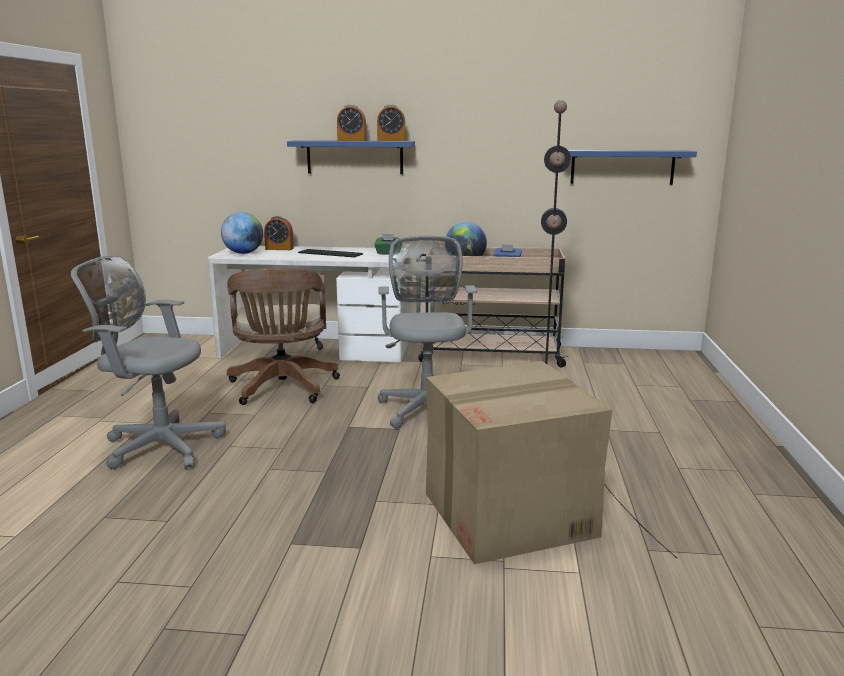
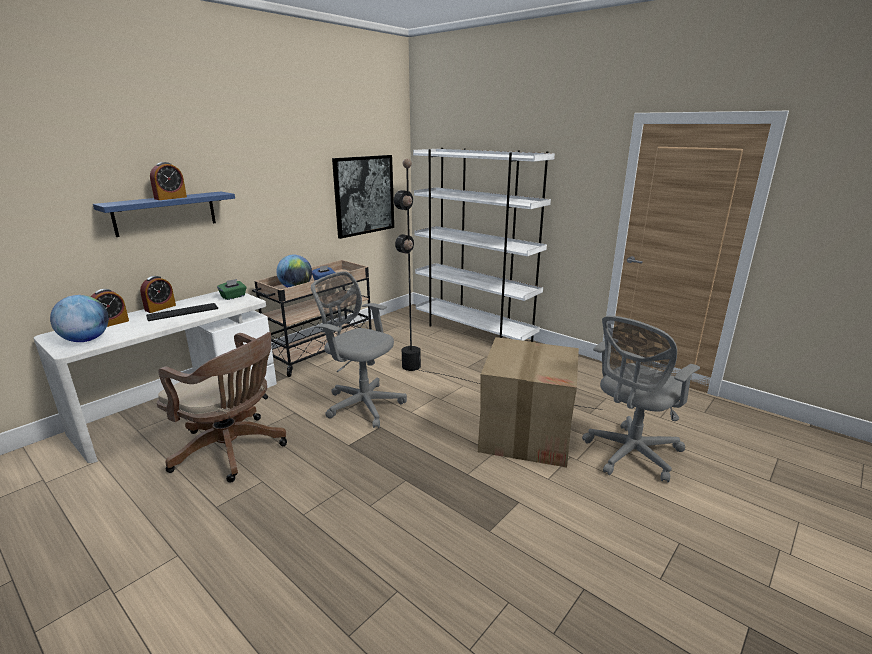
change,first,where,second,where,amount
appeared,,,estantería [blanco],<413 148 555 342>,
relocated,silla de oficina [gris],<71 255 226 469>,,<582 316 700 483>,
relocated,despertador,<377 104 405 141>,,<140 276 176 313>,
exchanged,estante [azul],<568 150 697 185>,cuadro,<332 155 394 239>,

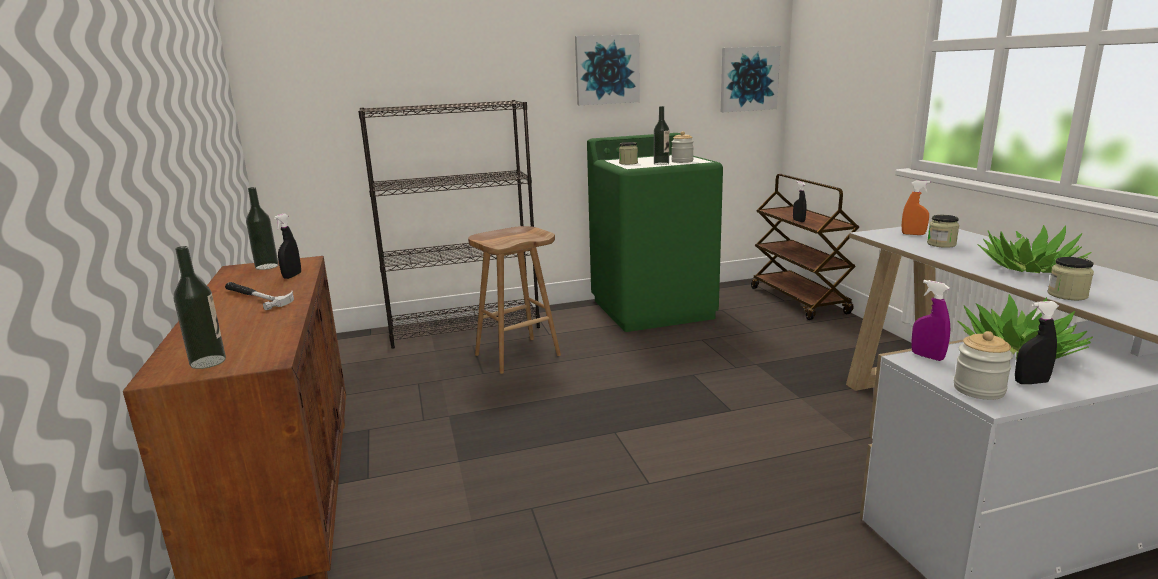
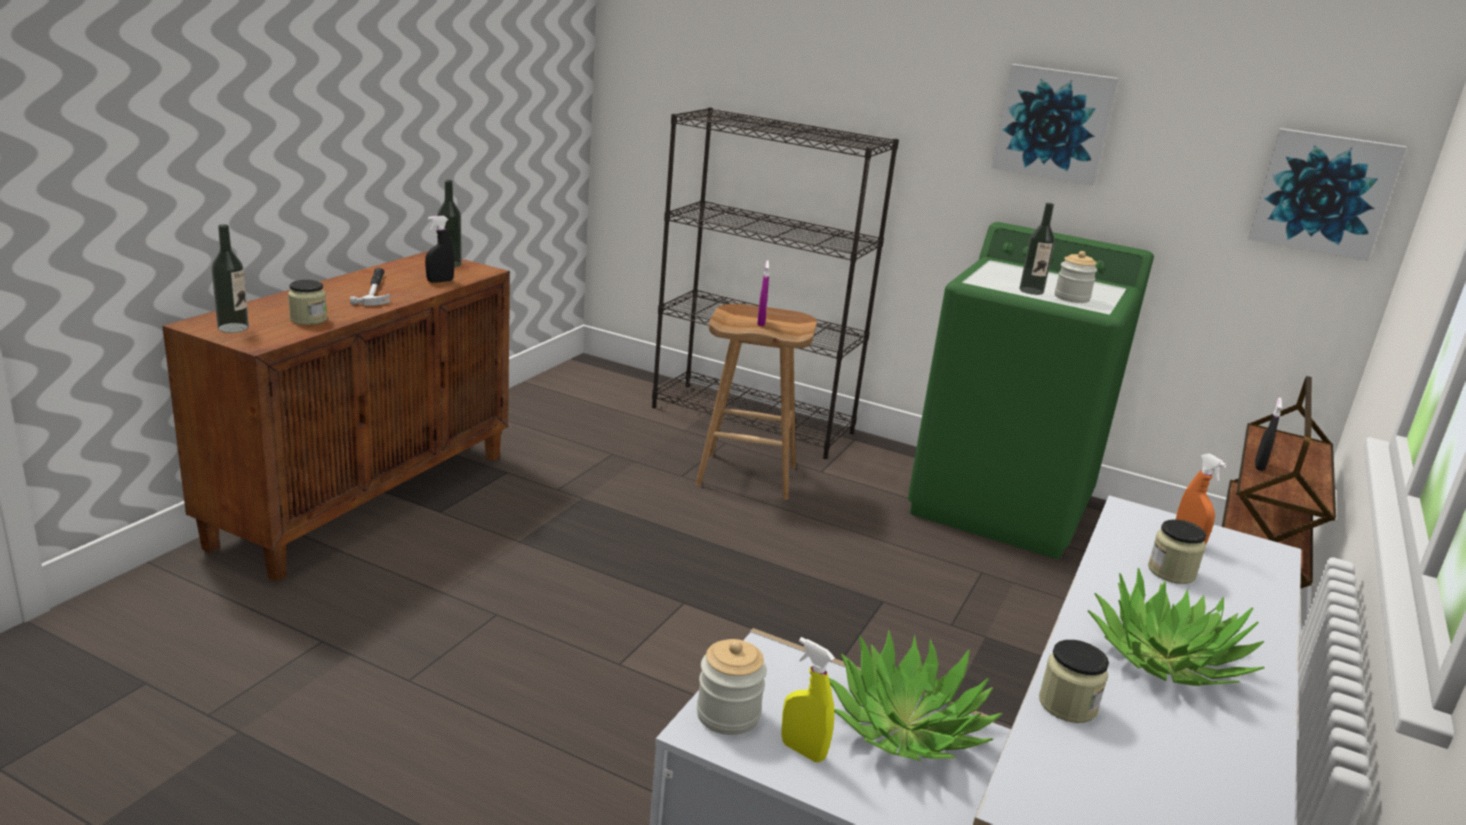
change,first,where,second,where,amount
relocated,tarro,<619 142 638 165>,,<288 280 327 325>,
relocated,pulverizador [morado],<911 280 950 361>,,<757 260 769 326>,
colour,pulverizador [negro],<1015 301 1059 384>,pulverizador [amarillo],<781 637 835 762>,

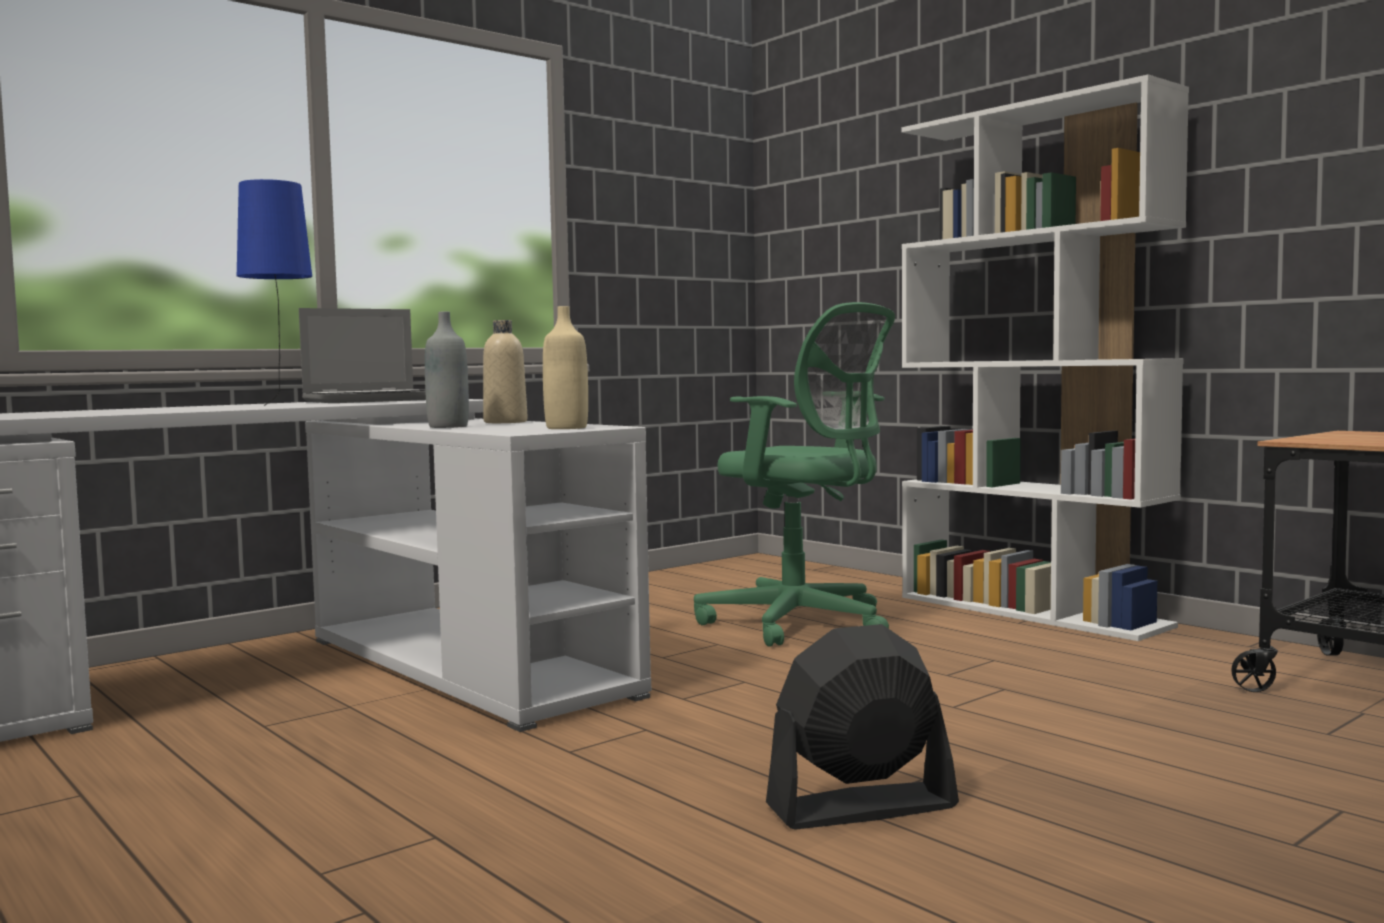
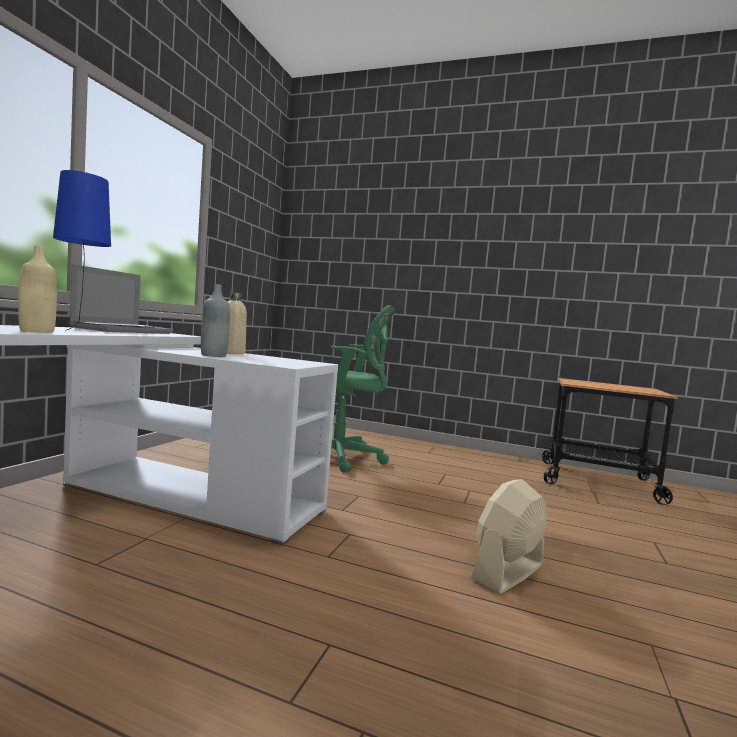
change,first,where,second,where,amount
missing,estantería [blanco],<902 75 1189 641>,,,
relocated,botella [beis],<543 306 588 429>,,<18 246 57 333>,
colour,ventilador [negro],<766 624 959 830>,ventilador [beis],<471 479 547 593>,

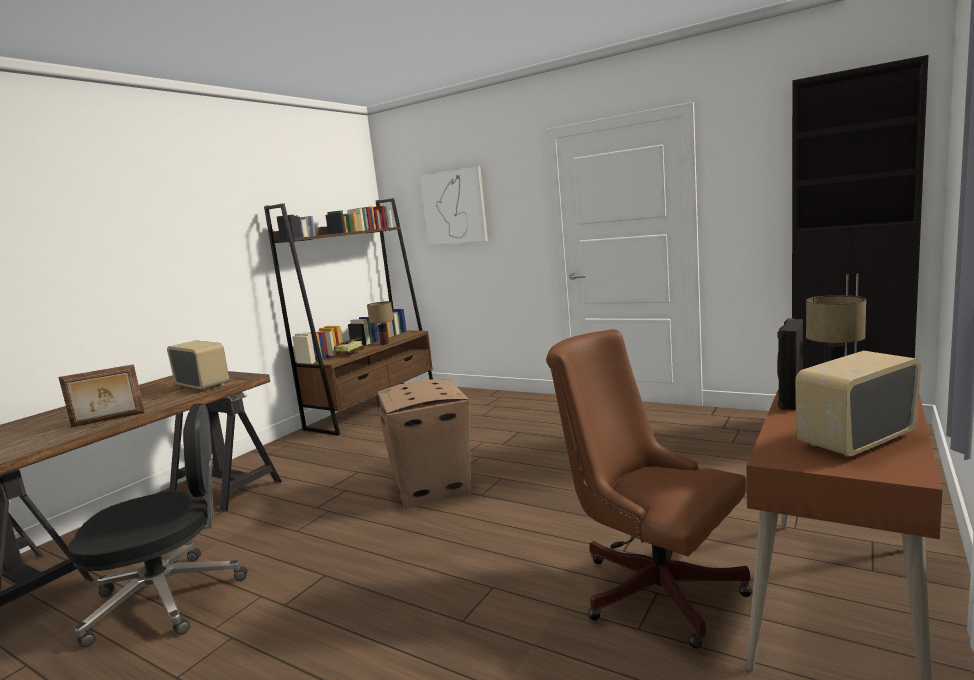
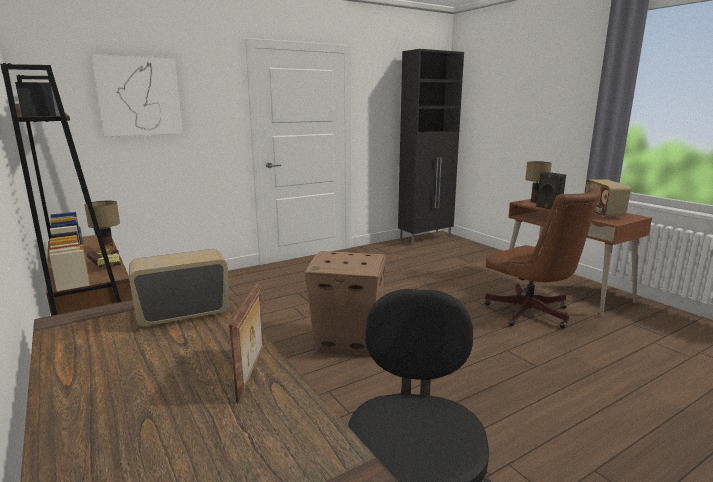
change,first,where,second,where,amount
spun,silla de oficina [marrón],<546 329 752 649>,,<484 187 601 328>,105 degrees counterclockwise

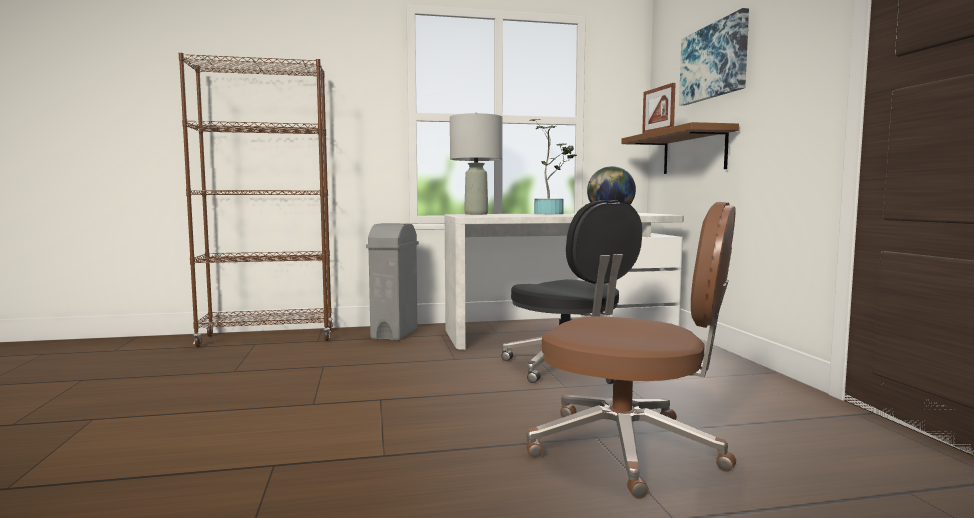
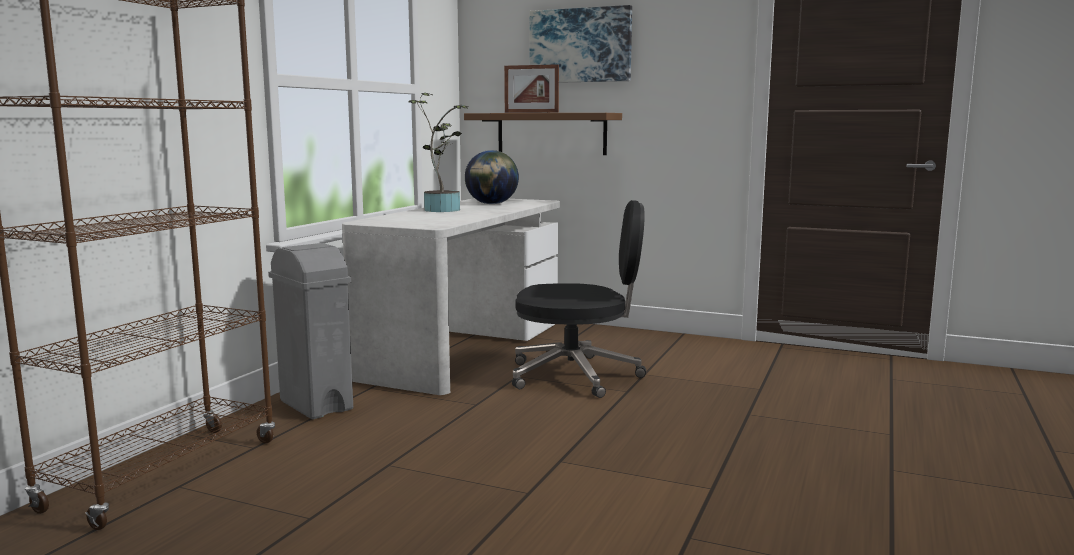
change,first,where,second,where,amount
missing,lámpara de mesa [gris],<450 113 503 215>,,,
missing,silla de oficina [marrón],<526 202 736 499>,,,

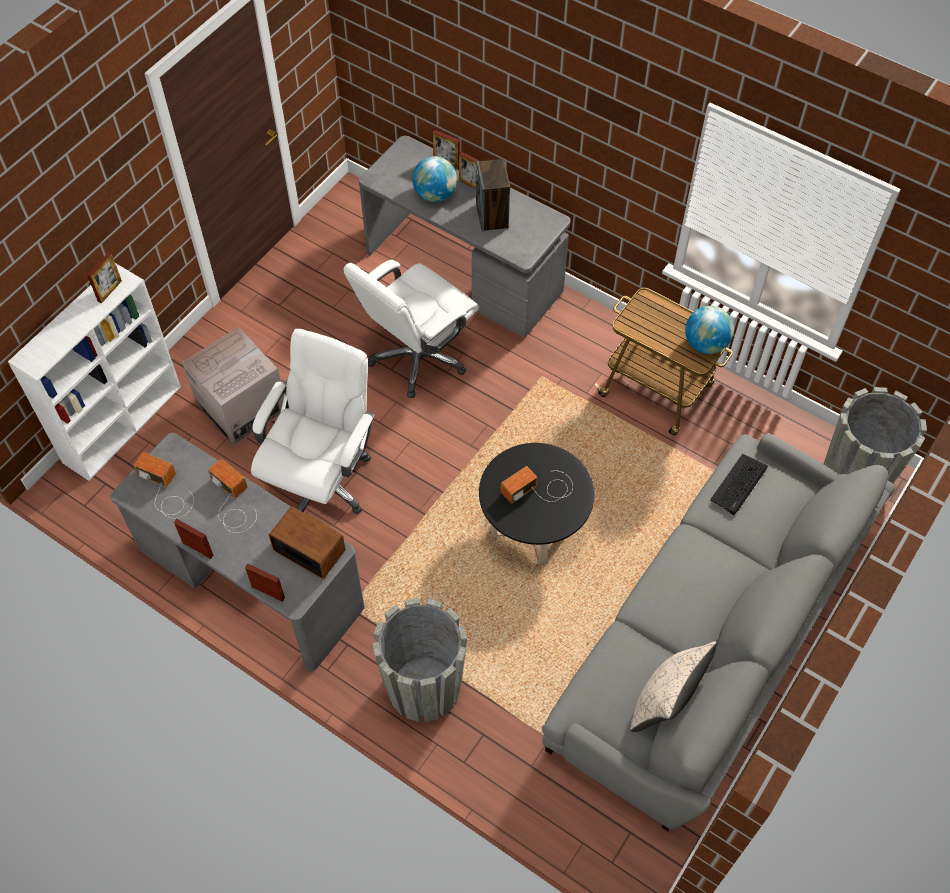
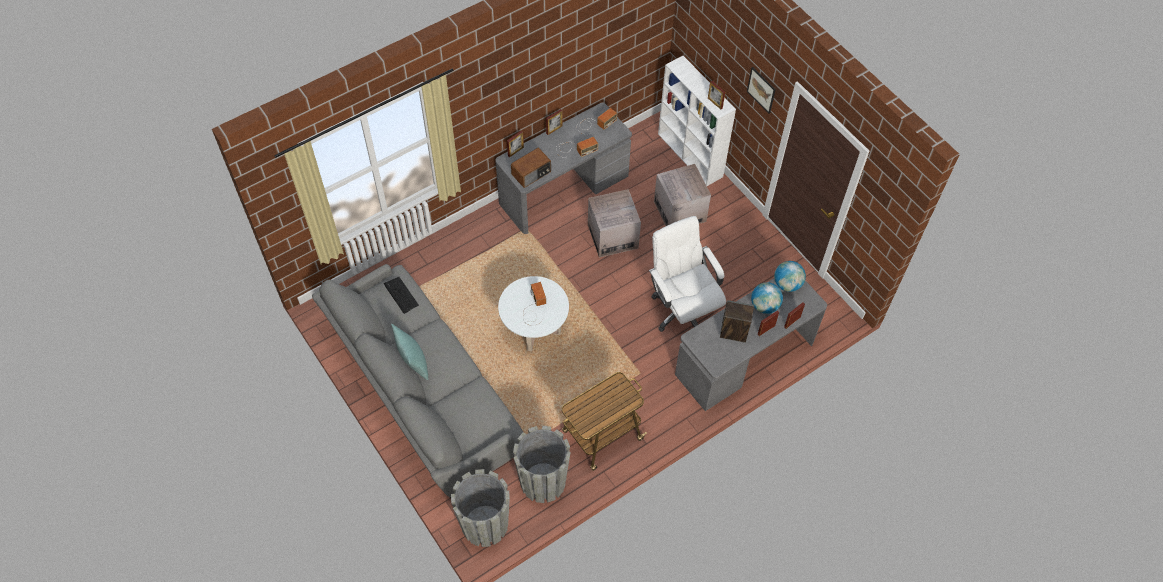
change,first,where,second,where,amount
missing,cojín [beis],<630 641 717 732>,,,
appeared,,,cojín [turquesa],<391 324 428 380>,
appeared,,,cuadro,<747 67 776 114>,
relocated,maceta [gris],<372 598 467 722>,,<513 426 571 503>,
relocated,globo terráqueo,<685 306 734 354>,,<774 261 806 292>,
relocated,teclado,<710 454 768 515>,,<384 277 419 314>,
exchanged,silla de oficina [blanco],<251 329 375 514>,caja de cartón,<588 189 641 257>,
colour,mesa de centro [negro],<479 443 595 565>,mesa de centro [blanco],<498 276 569 352>,

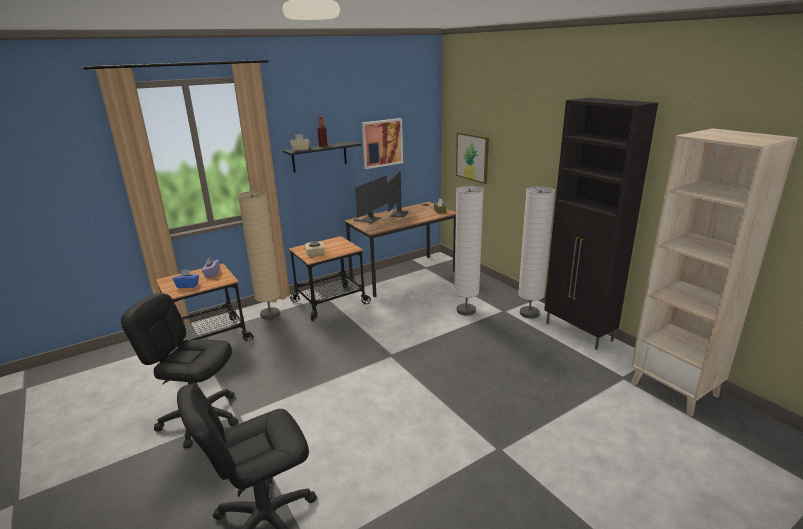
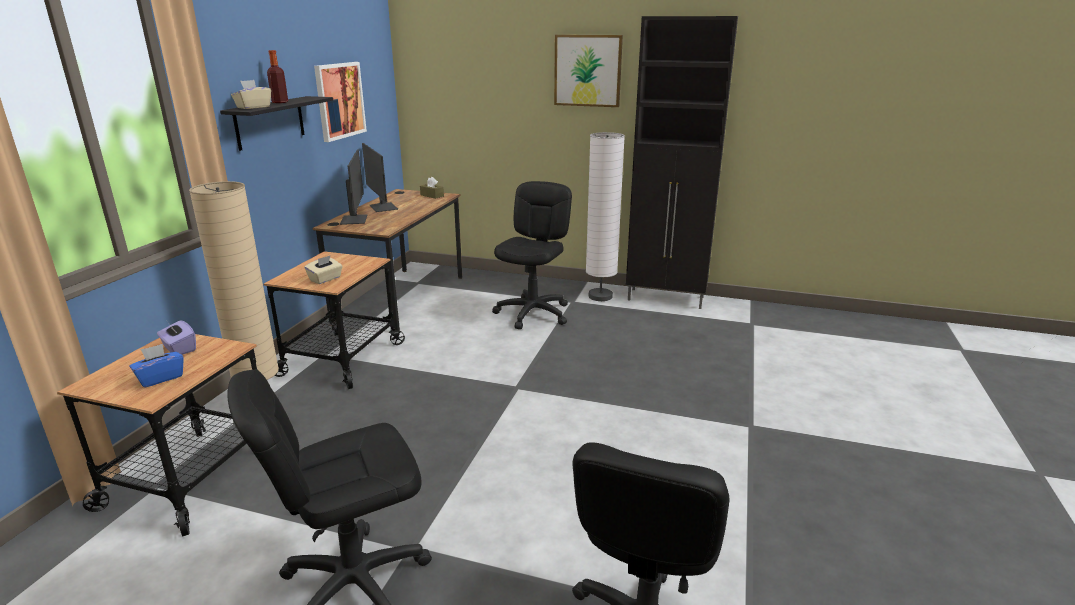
change,first,where,second,where,amount
missing,estantería [beis],<631 128 798 417>,,,
relocated,cuadro,<456 132 489 184>,,<554 35 623 107>,
exchanged,lámpara de pie [blanco],<454 186 484 316>,silla de oficina [negro],<492 181 572 329>,

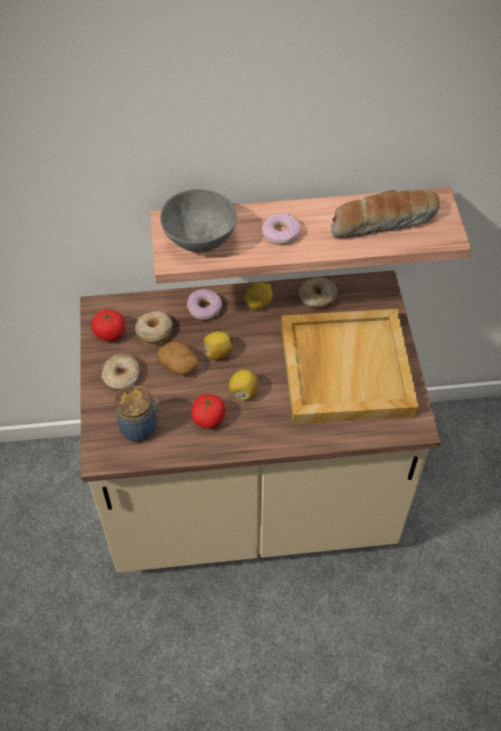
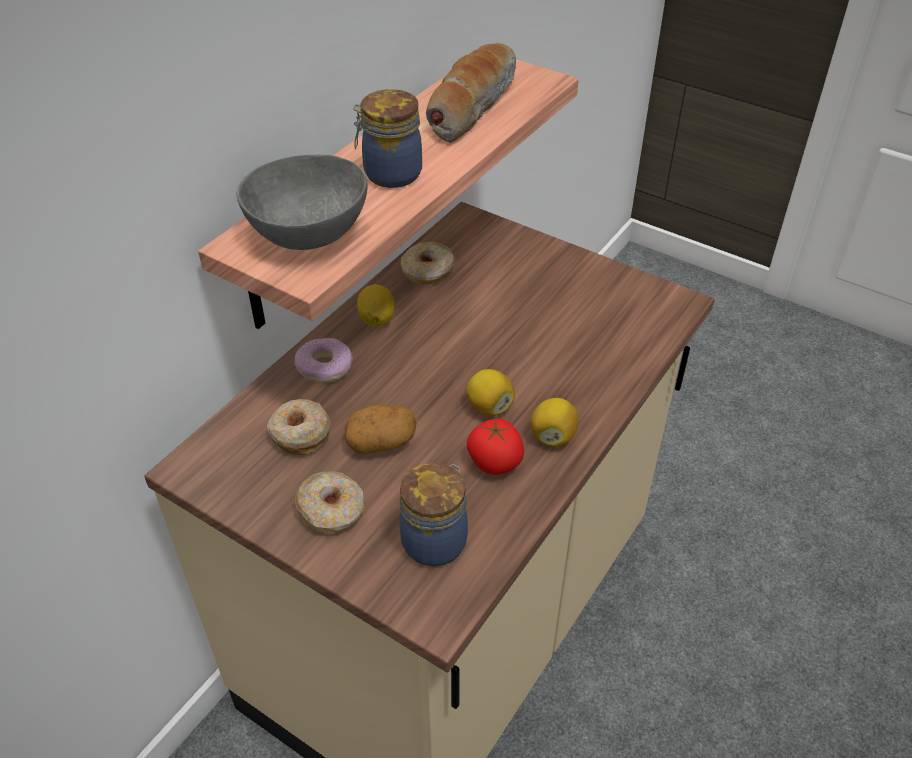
change,first,where,second,where,amount
missing,tomate,<91 309 125 341>,,,
missing,bandeja [beis],<281 309 419 424>,,,
relocated,limón,<204 332 233 359>,,<531 398 578 447>,
exchanged,rosquilla,<262 213 301 245>,tarro,<353 89 422 188>,

